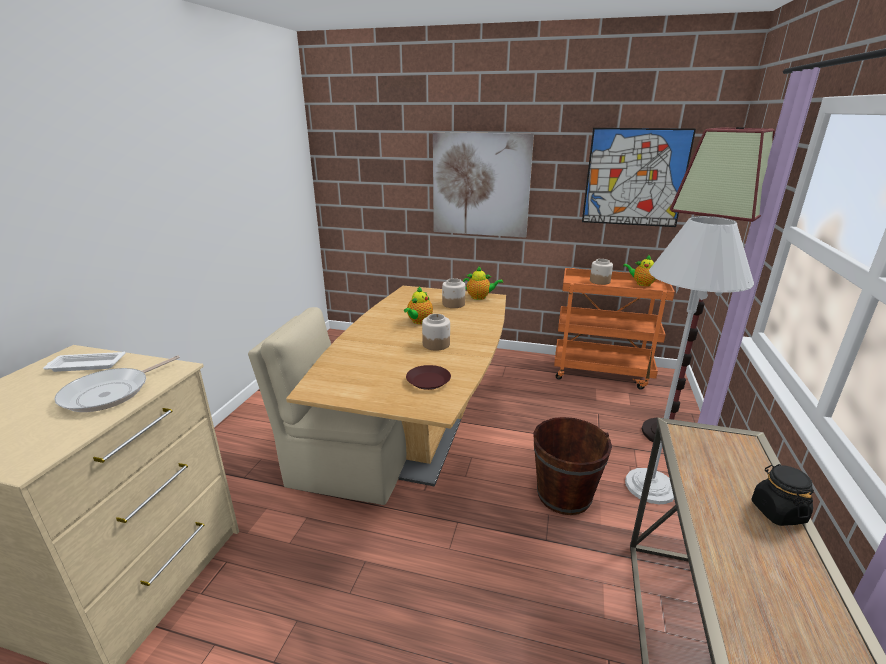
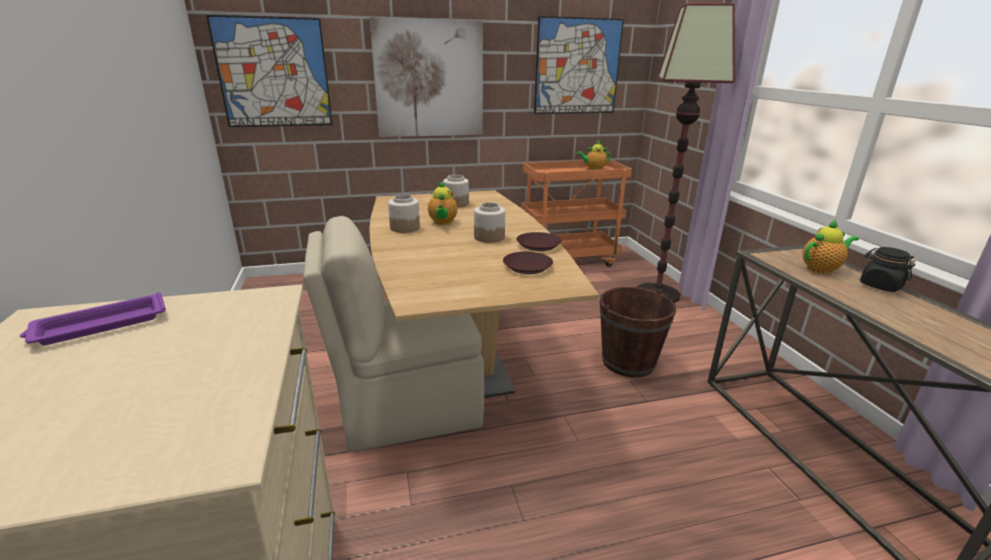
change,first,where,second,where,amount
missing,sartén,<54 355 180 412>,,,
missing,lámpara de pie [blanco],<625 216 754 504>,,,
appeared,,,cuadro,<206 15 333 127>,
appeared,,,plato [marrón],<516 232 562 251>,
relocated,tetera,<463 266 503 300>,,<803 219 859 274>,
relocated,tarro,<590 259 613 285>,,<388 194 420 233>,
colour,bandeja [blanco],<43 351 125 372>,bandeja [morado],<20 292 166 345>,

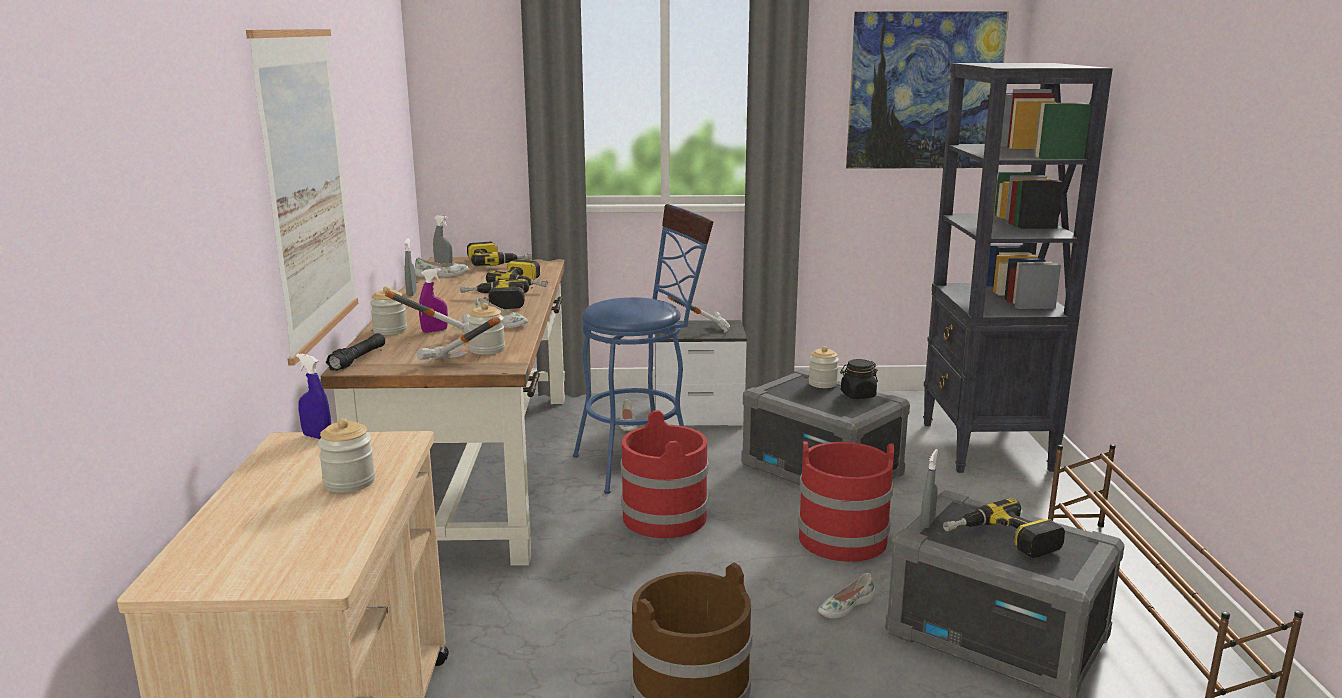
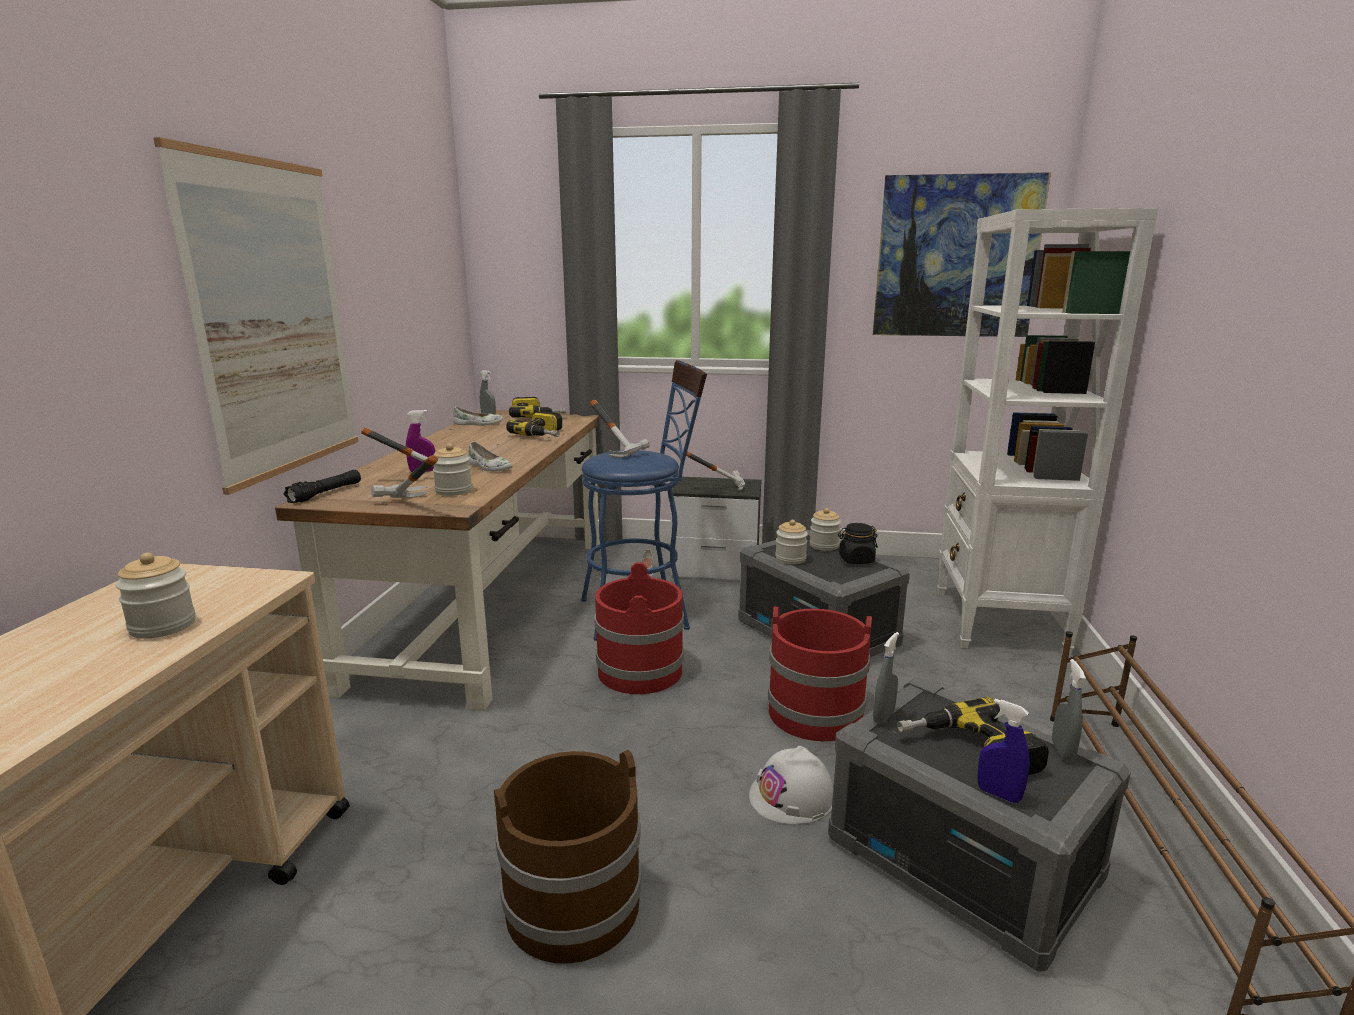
change,first,where,second,where,amount
missing,taladro,<460 279 529 309>,,,
appeared,,,martillo,<590 400 650 458>,
relocated,pulverizador [azul],<296 354 331 439>,,<977 698 1030 803>,
relocated,tarro,<370 286 407 335>,,<775 520 808 564>,
relocated,pulverizador [gris],<404 237 417 296>,,<1052 659 1086 761>,
exchanged,zapato [blanco],<818 573 875 618>,casco [blanco],<749 746 833 825>,
colour,estantería [negro],<923 63 1113 473>,estantería [blanco],<937 208 1158 656>,

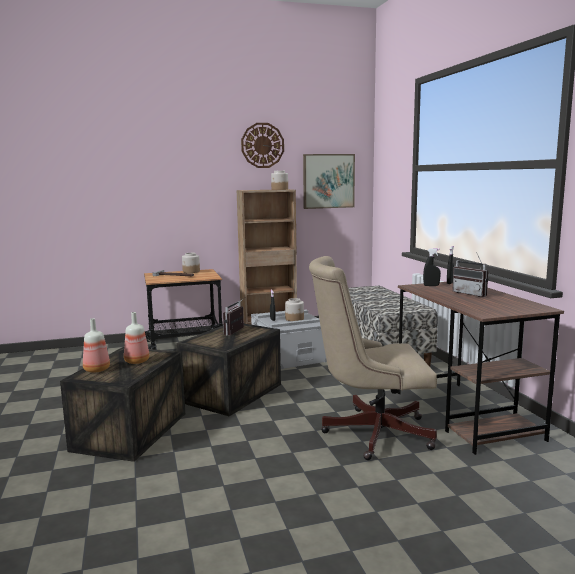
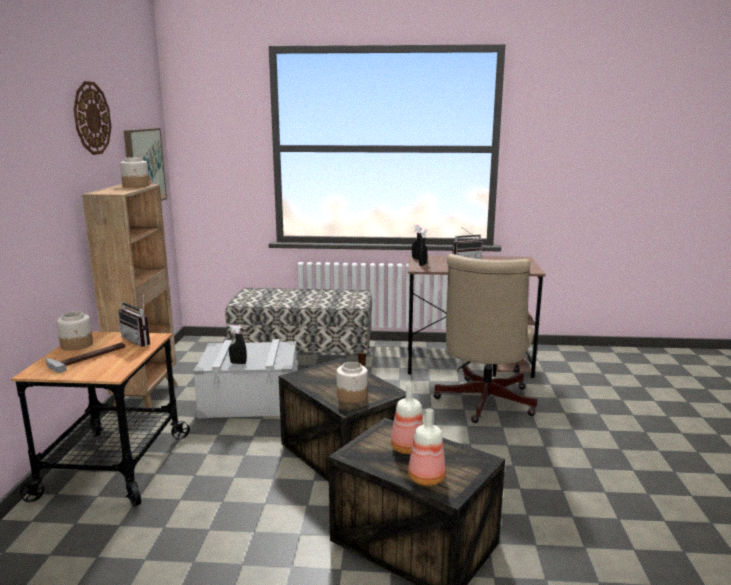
change,first,where,second,where,amount
relocated,radio,<223 297 245 336>,,<118 292 150 347>,
relocated,tarro,<285 298 304 321>,,<337 362 367 403>,

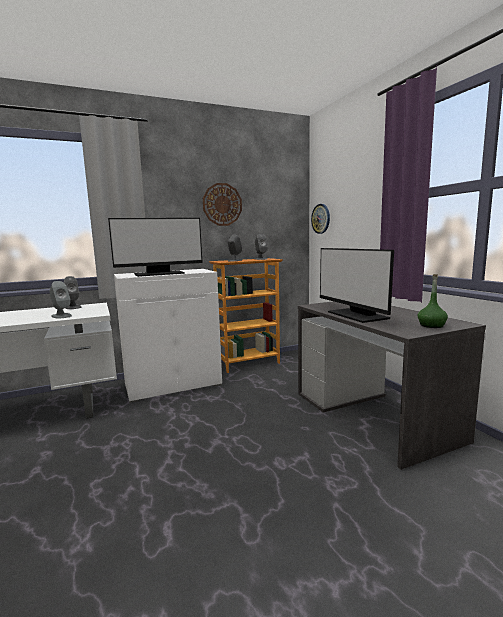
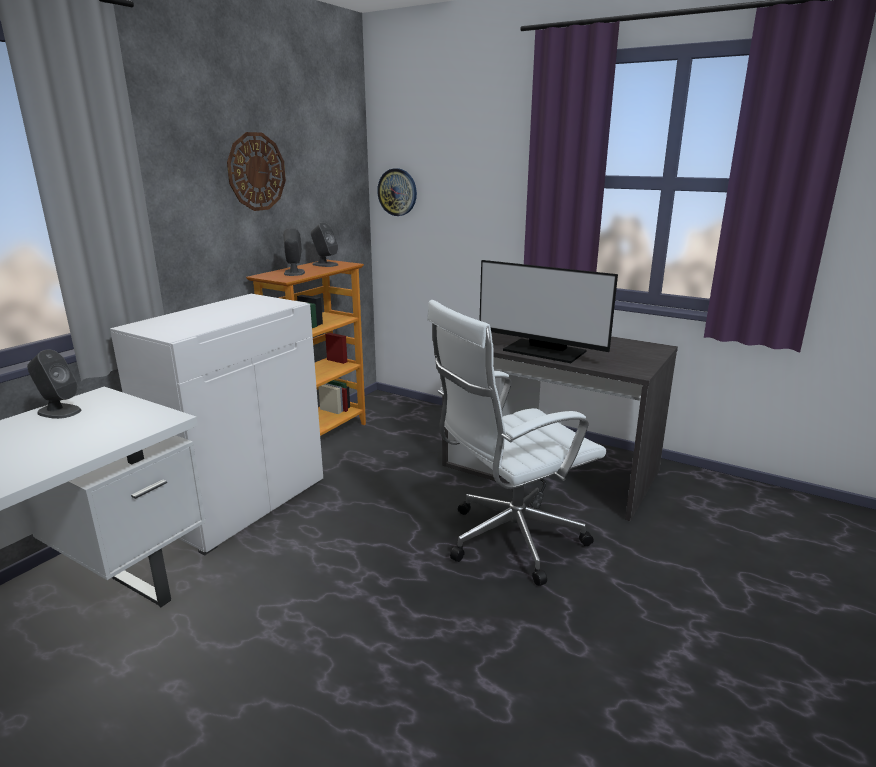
change,first,where,second,where,amount
missing,altavoz [gris],<49 281 72 319>,,,
missing,monitor,<108 218 203 277>,,,
missing,botella [verde],<417 274 448 328>,,,
appeared,,,silla de oficina [blanco],<427 300 606 586>,

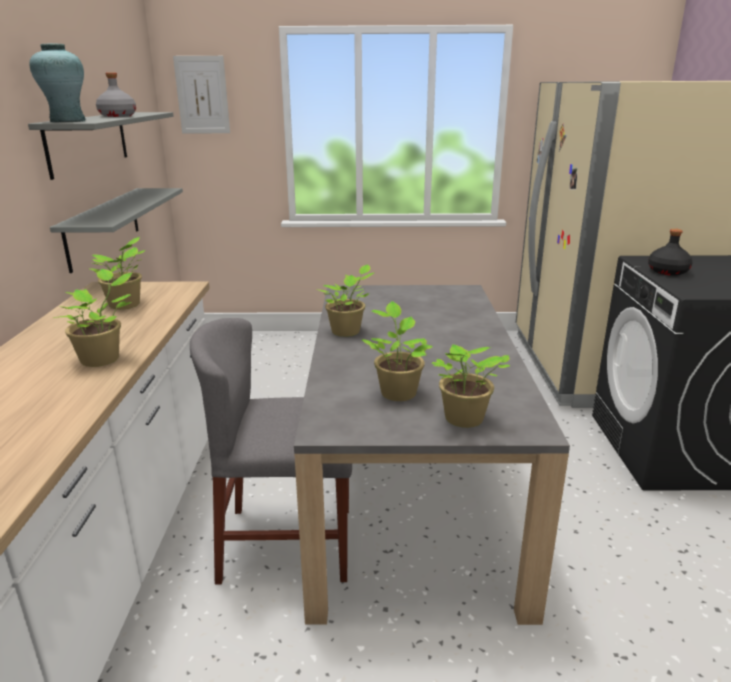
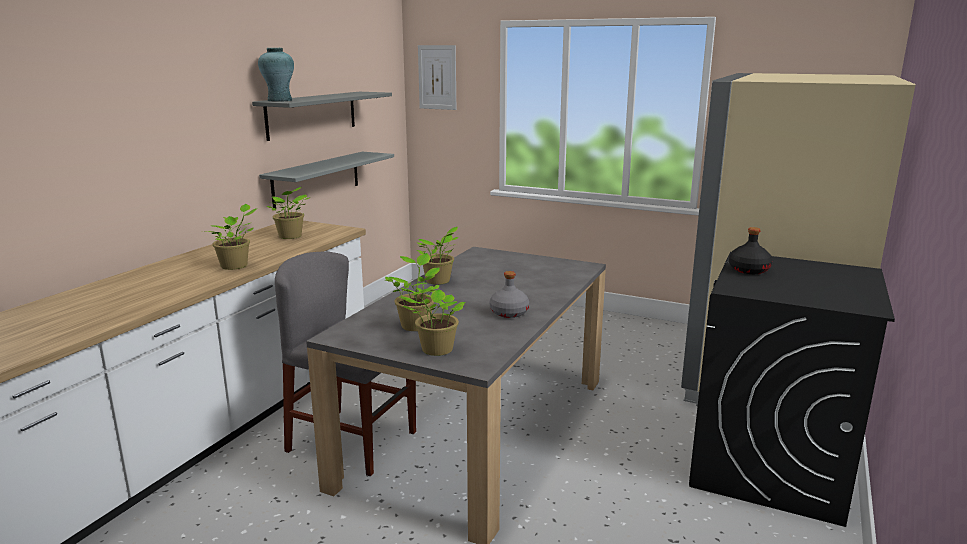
change,first,where,second,where,amount
relocated,botella [gris],<96 72 136 117>,,<489 271 529 318>,

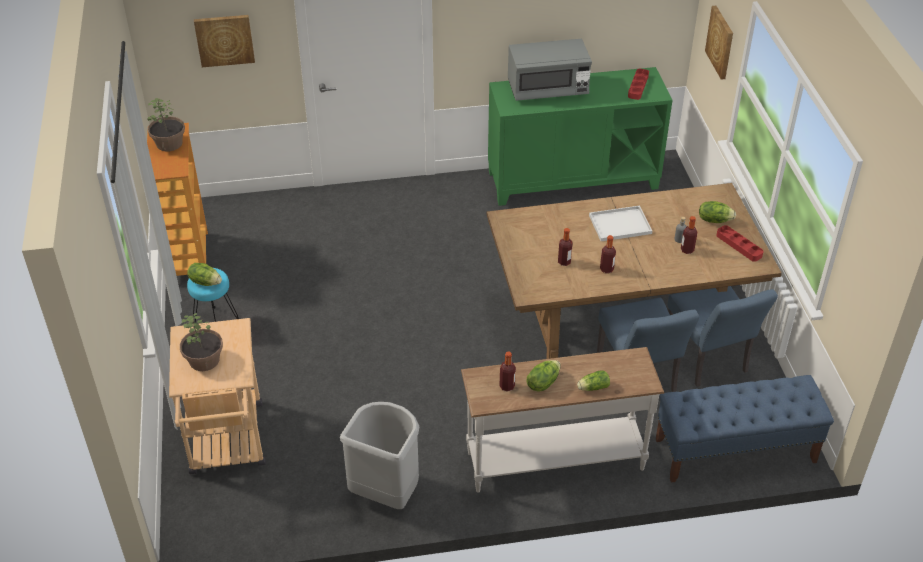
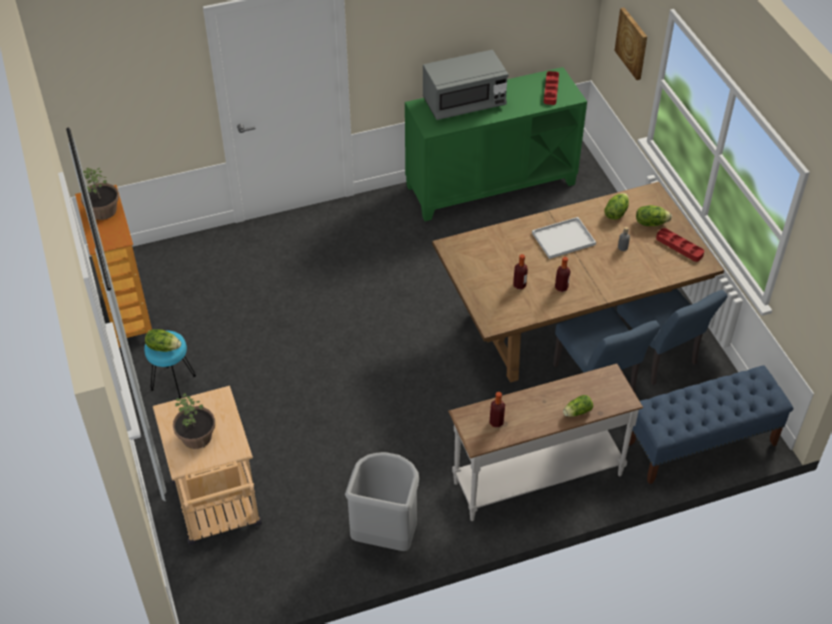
change,first,where,second,where,amount
missing,cuadro,<194 15 255 67>,,,
missing,botella,<681 216 698 254>,,,
relocated,lechuga,<526 360 561 392>,,<604 193 629 220>,

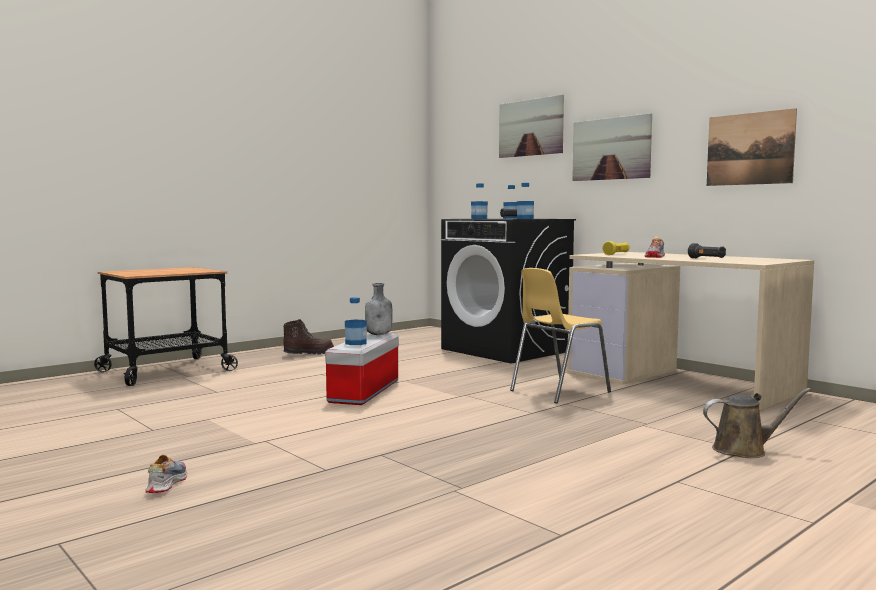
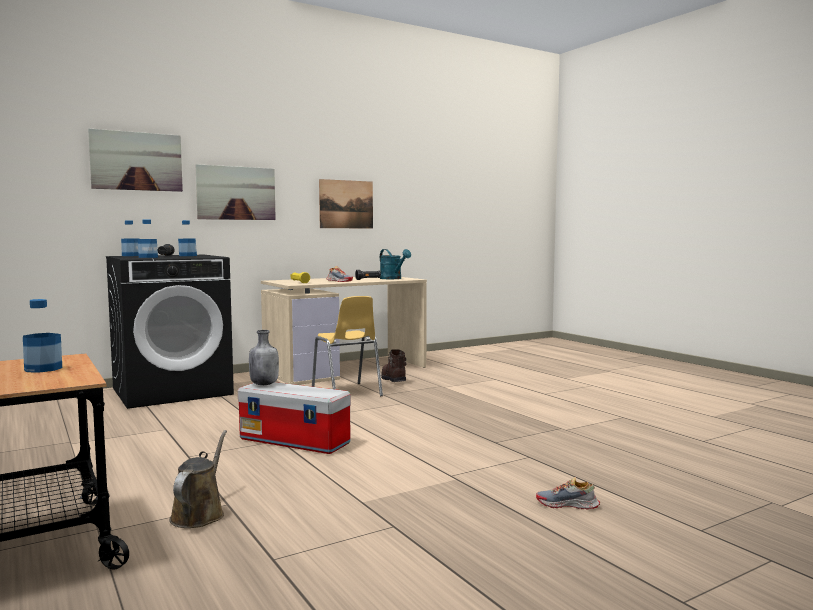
change,first,where,second,where,amount
appeared,,,regadera [turquesa],<380 249 411 279>,
relocated,bota [marrón],<283 319 334 354>,,<381 349 406 382>,
relocated,botella,<345 297 367 345>,,<23 299 62 373>,
relocated,regadera [marrón],<703 388 811 458>,,<169 430 227 528>,

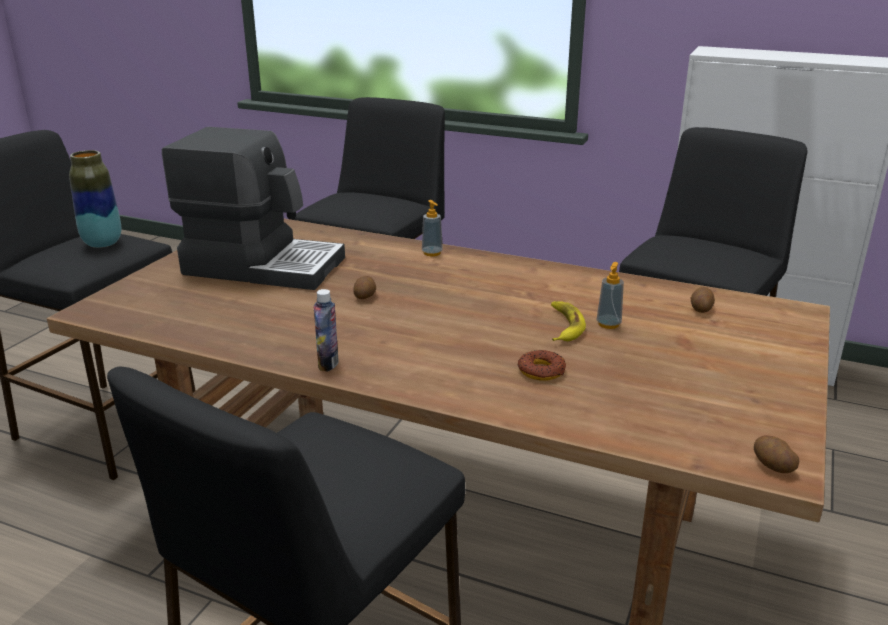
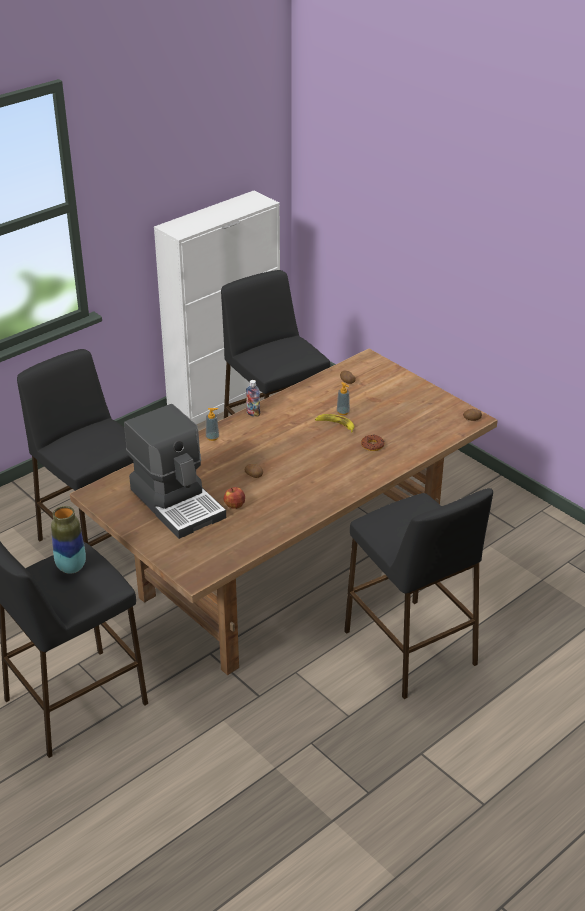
change,first,where,second,where,amount
appeared,,,manzana,<224 487 245 509>,
relocated,botella,<314 289 339 371>,,<246 380 260 417>,
spun,cafetera,<162 127 345 290>,,<124 404 226 539>,105 degrees clockwise

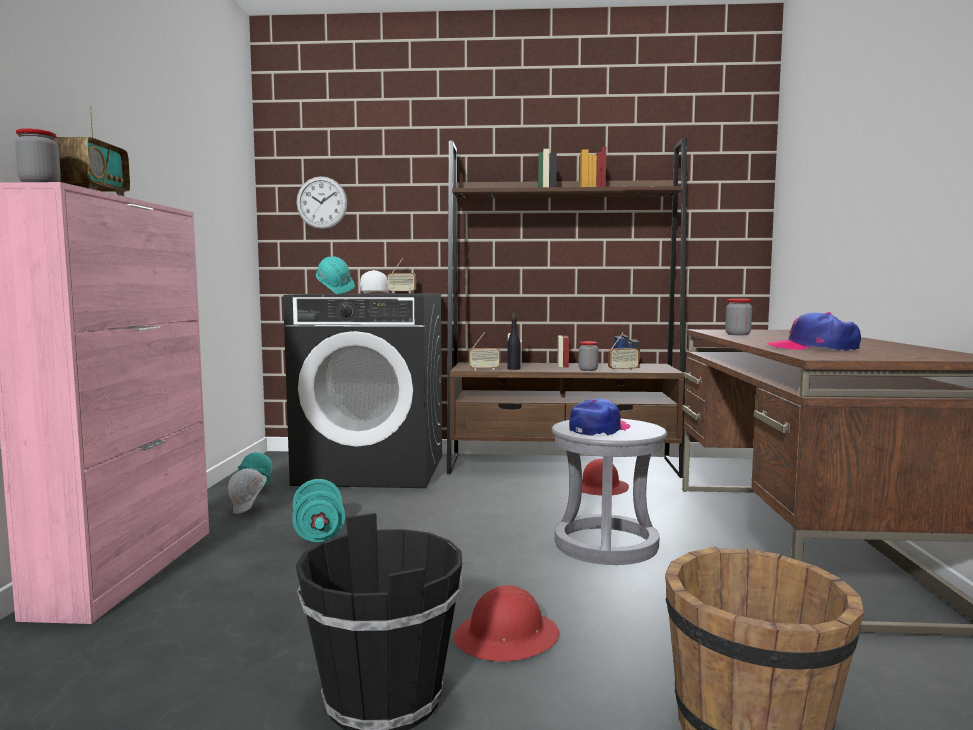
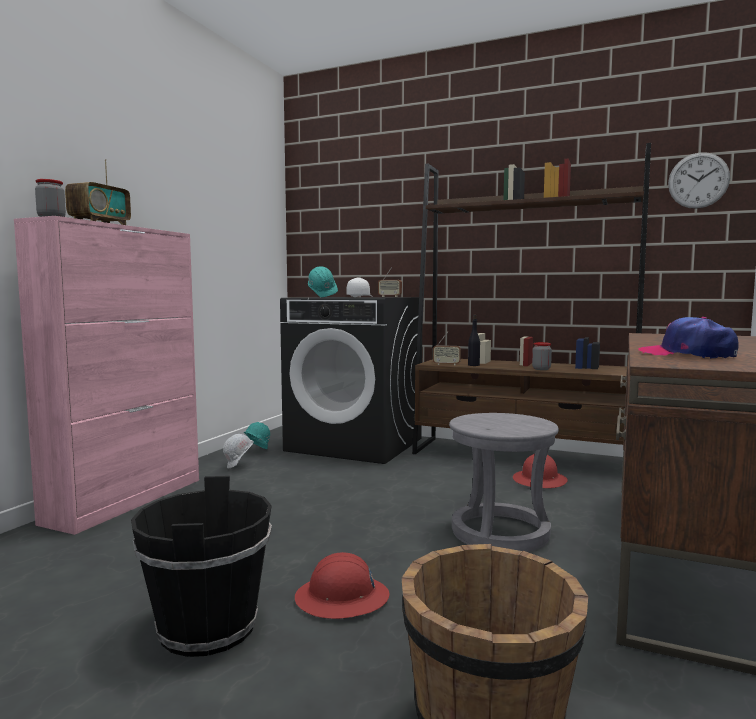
change,first,where,second,where,amount
missing,mancuerna [turquesa],<293 479 345 542>,,,
missing,gorra,<569 398 631 436>,,,
missing,radio,<608 332 639 371>,,,
missing,tarro,<725 299 752 335>,,,
relocated,reloj de pared,<296 176 347 229>,,<668 152 730 209>,

